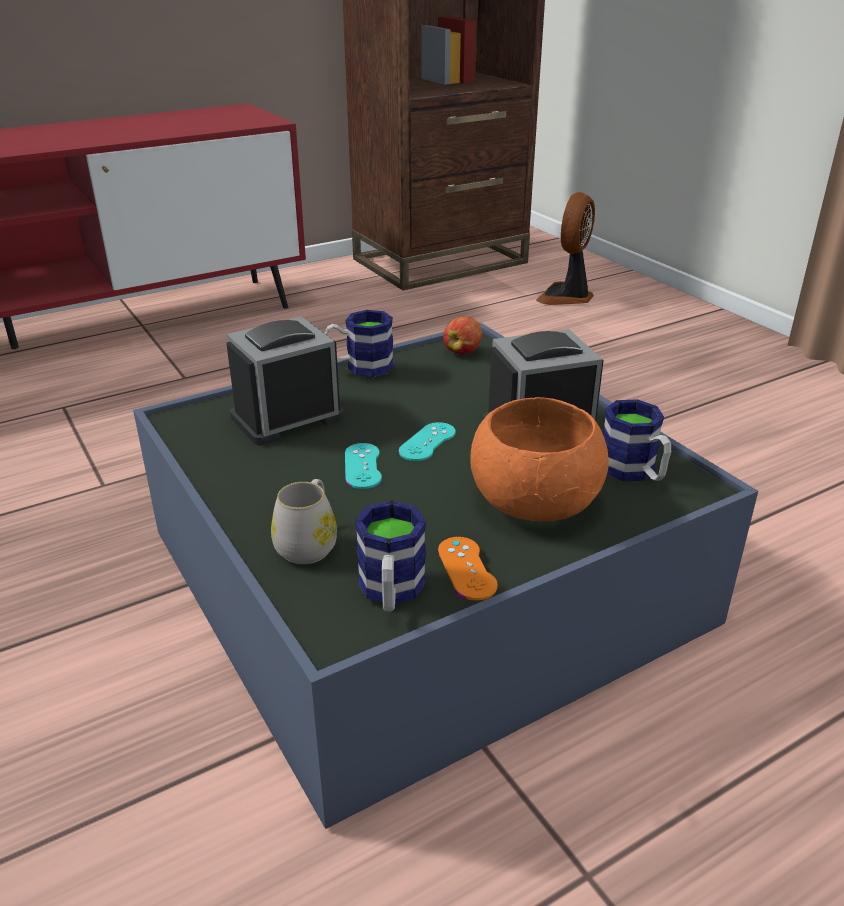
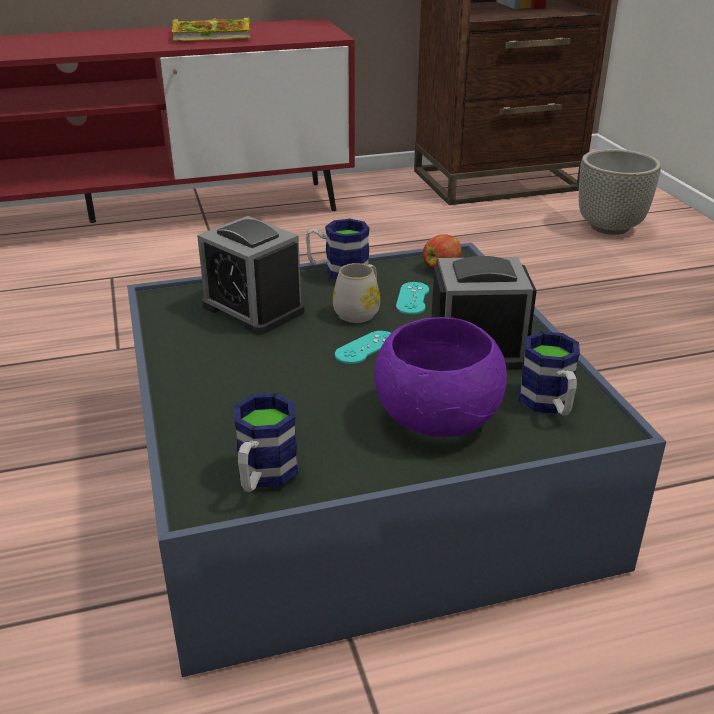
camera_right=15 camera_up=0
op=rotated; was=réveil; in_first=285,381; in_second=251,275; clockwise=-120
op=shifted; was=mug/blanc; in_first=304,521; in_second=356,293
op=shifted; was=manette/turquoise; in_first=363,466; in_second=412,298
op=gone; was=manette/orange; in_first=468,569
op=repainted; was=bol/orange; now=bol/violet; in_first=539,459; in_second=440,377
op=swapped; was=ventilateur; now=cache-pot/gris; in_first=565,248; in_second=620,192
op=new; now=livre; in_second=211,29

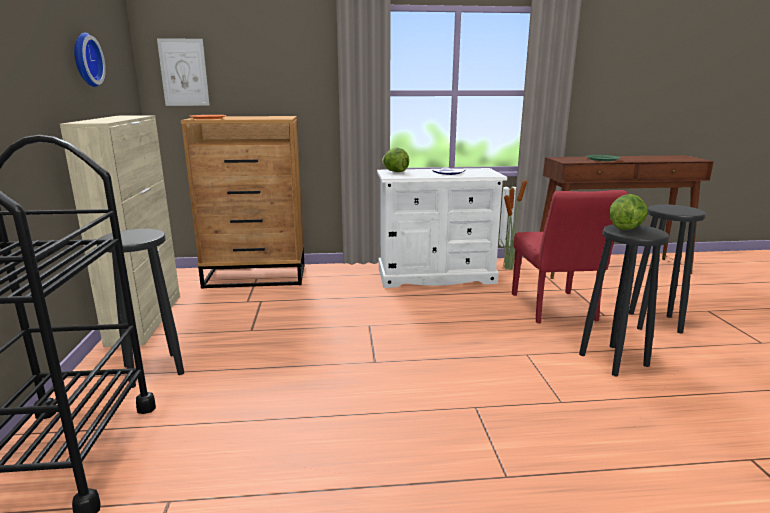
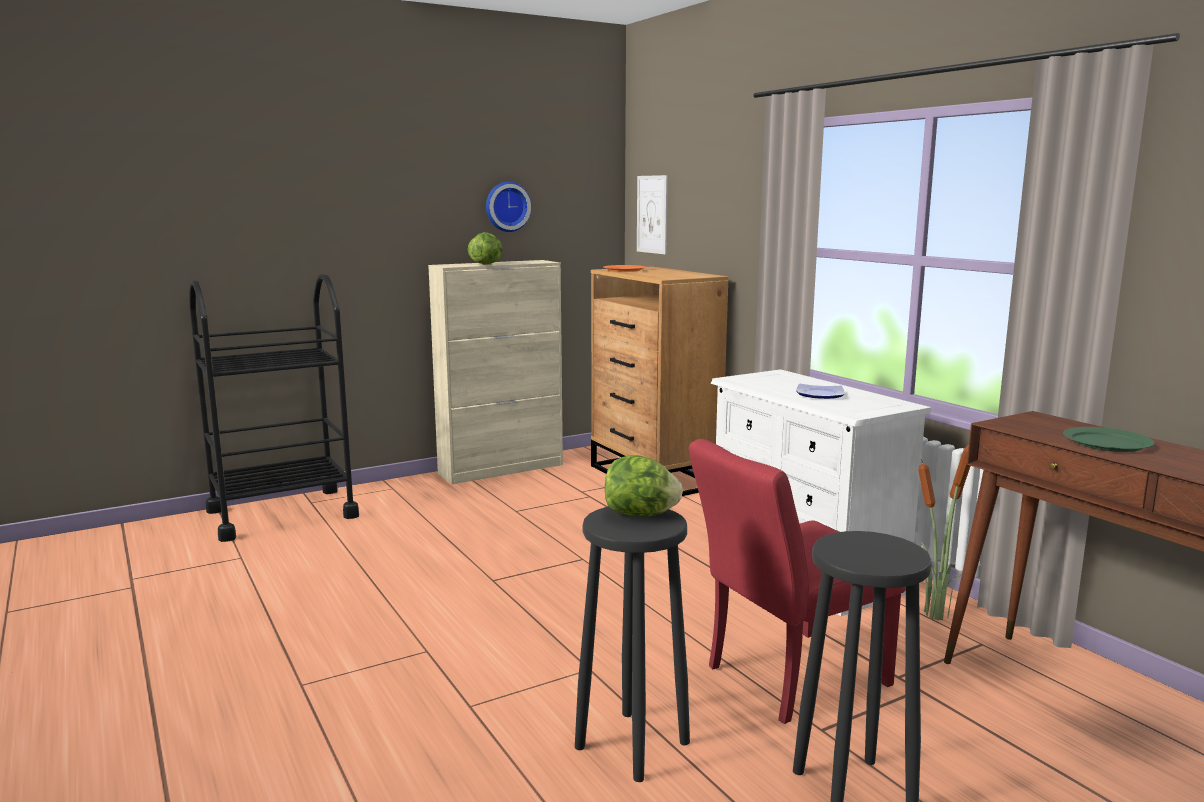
camera_right=65 camera_up=-5
op=gone; was=tabouret/noir; in_first=140,308
op=shifted; was=laitue; in_first=395,160; in_second=485,248

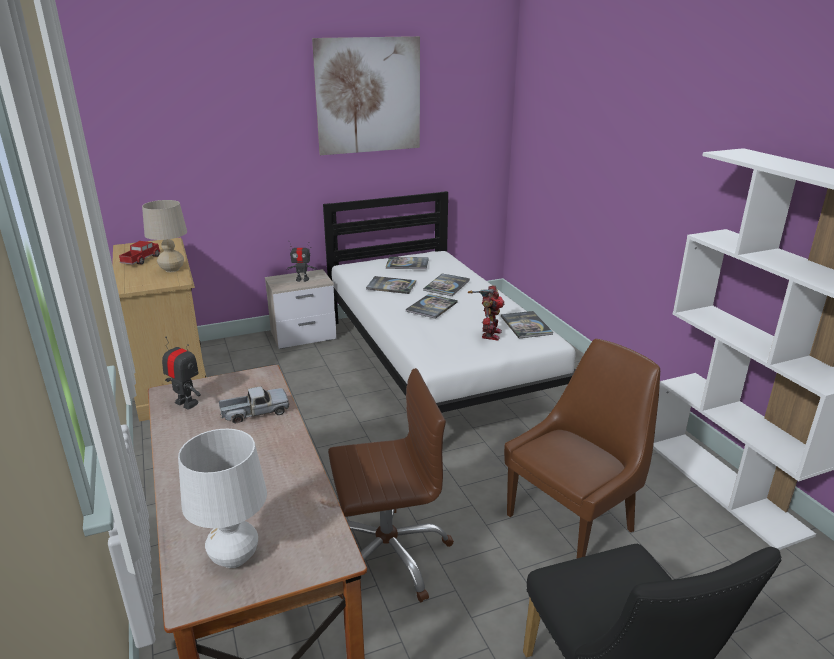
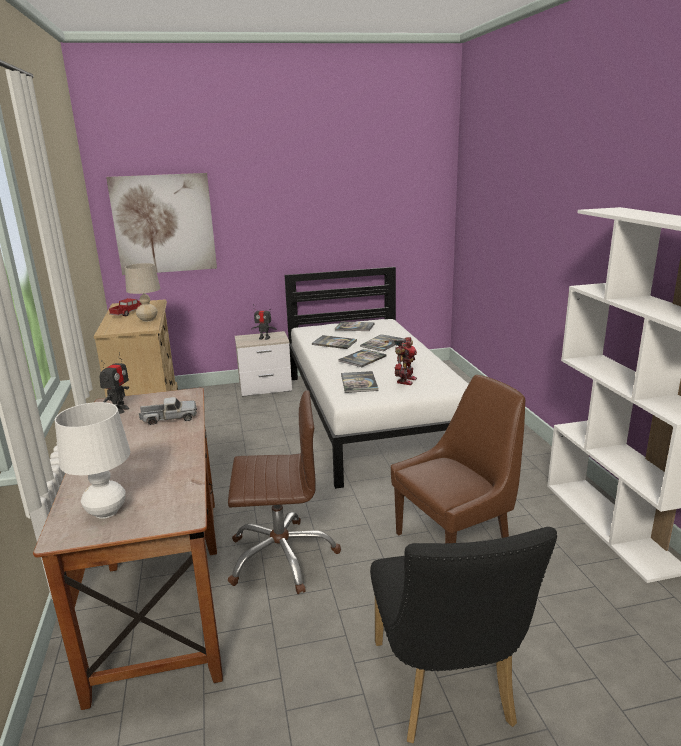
camera_right=10 camera_up=-5
op=rotated; was=robot jouet; in_first=181,373; in_second=114,383; clockwise=60
op=shifted; was=tableau; in_first=366,95; in_second=161,224
op=shifted; was=livre; in_first=527,325; in_second=360,382

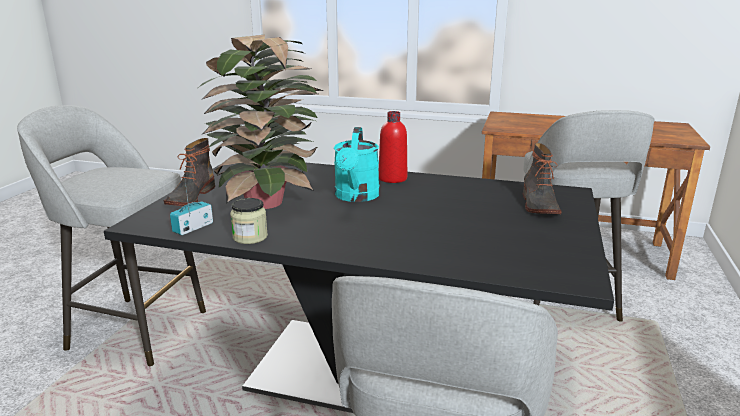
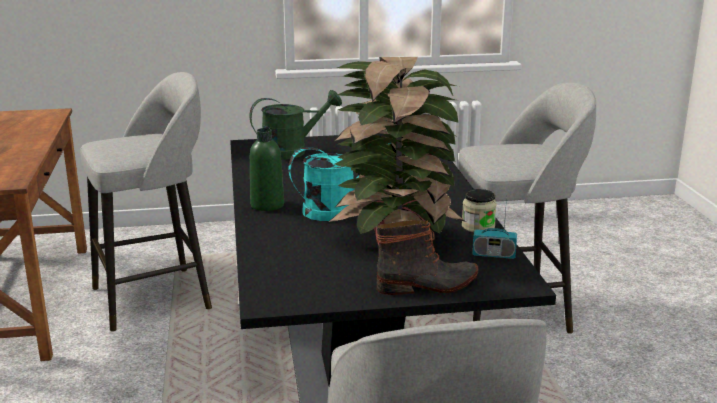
camera_right=-115 camera_up=0
op=repainted; was=bouteille/rouge; now=bouteille/vert; in_first=393,147; in_second=267,169
op=swapped; was=botte; now=arrosoir/vert; in_first=542,178; in_second=296,124

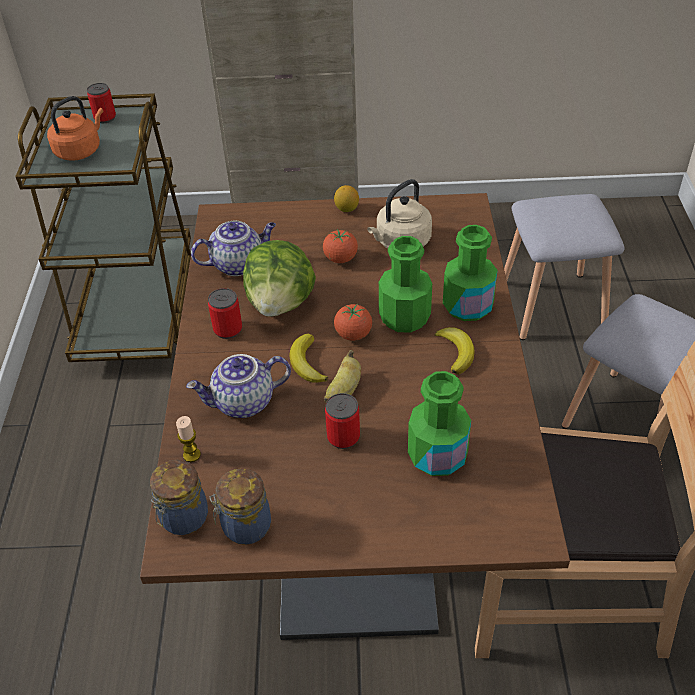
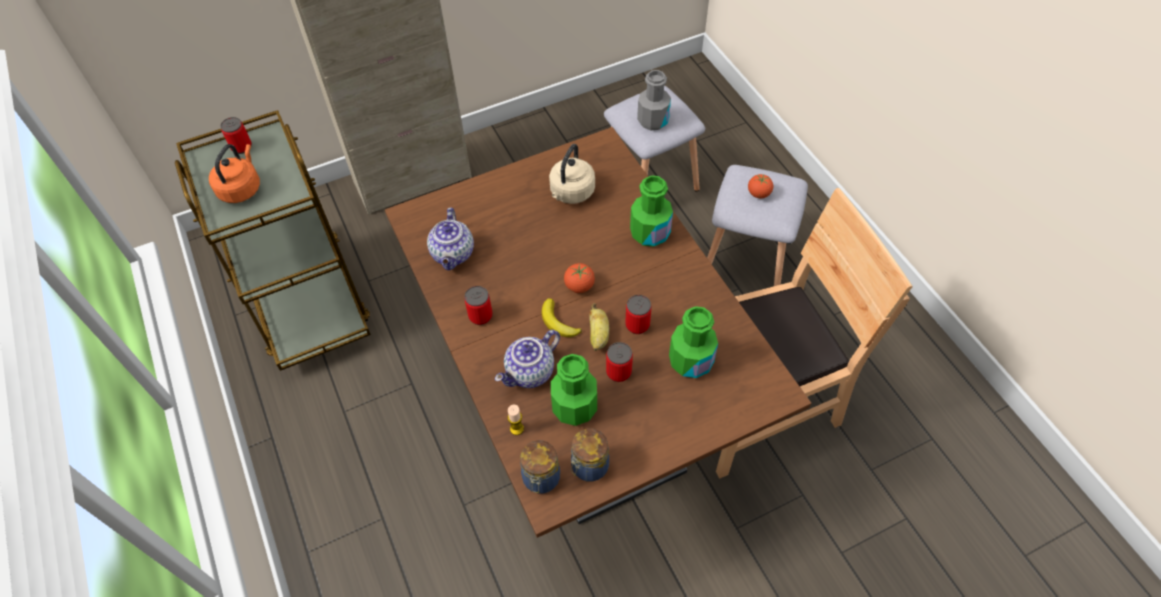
camera_right=-25 camera_up=10
op=rotated; was=théière; in_first=233,248; in_second=450,239; clockwise=135
op=gone; was=laitue; in_first=279,278
op=shifted; was=tomate; in_first=340,246; in_second=760,186
op=gone; was=citron; in_first=346,198
op=shifted; was=bouteille/vert; in_first=405,284; in_second=574,390
op=gone; was=banane; in_first=455,350
op=new; now=boîte métallique; in_second=638,314
op=new; now=bouteille/gris; in_second=654,100

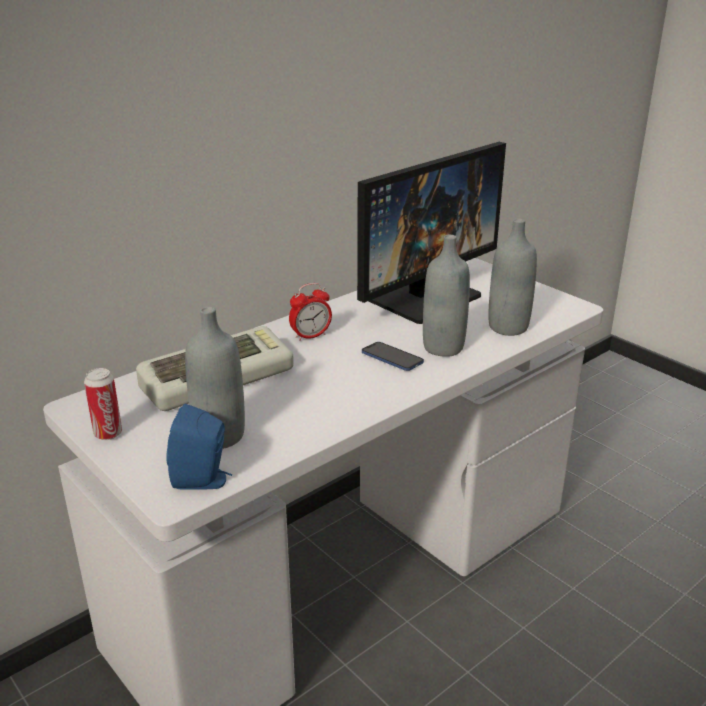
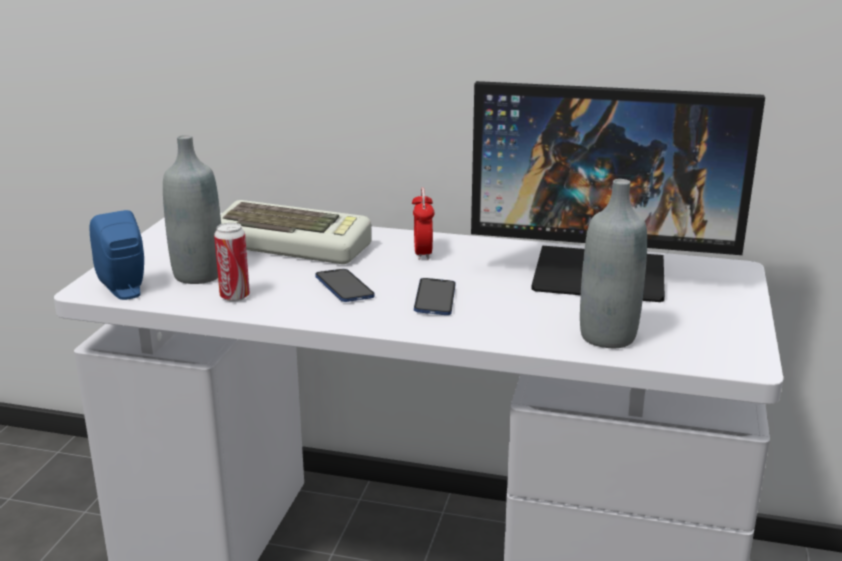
camera_right=55 camera_up=-5
op=shifted; was=boîte métallique; in_first=103,404; in_second=232,262
op=rotated; was=réveil; in_first=310,312; in_second=423,224; clockwise=60
op=gone; was=bouteille/gris; in_first=446,296
op=new; now=téléphone; in_second=345,285

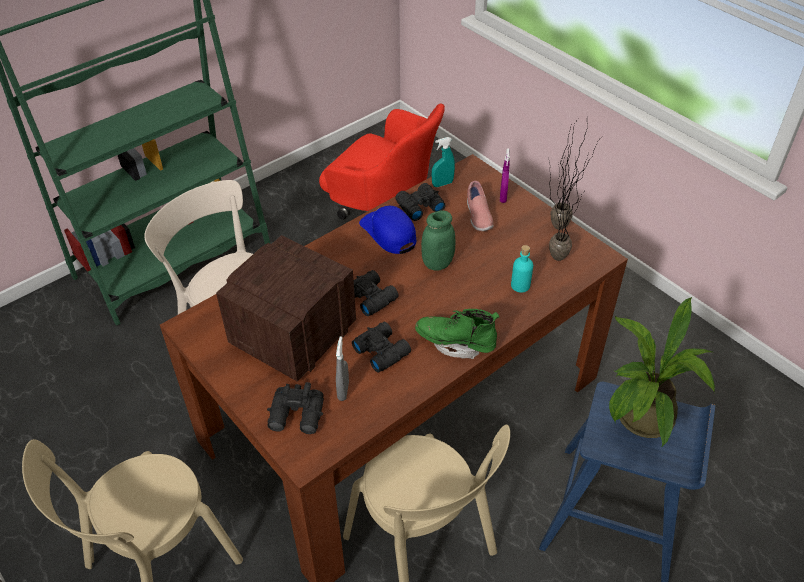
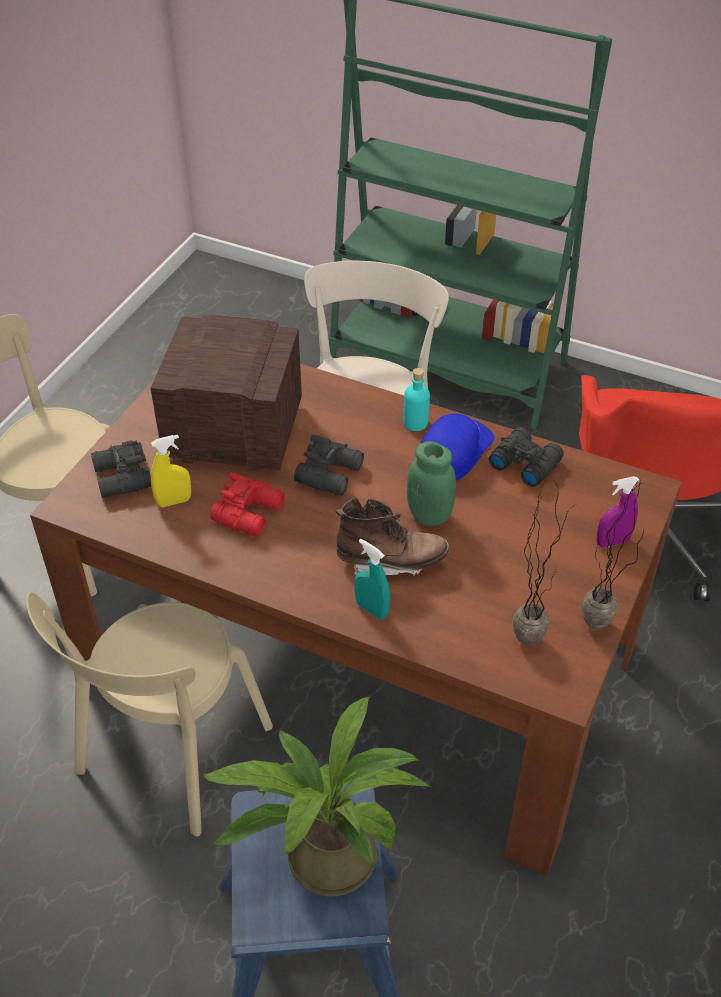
camera_right=65 camera_up=0
op=repainted; was=vaporisateur/gris; now=vaporisateur/jaune; in_first=342,368; in_second=171,471
op=repainted; was=jumelles/noir; now=jumelles/rouge; in_first=381,347; in_second=247,504
op=gone; was=botte/vert; in_first=457,334
op=shifted; was=vaporisateur/turquoise; in_first=443,162; in_second=372,579
op=gone; was=chaussure/rose; in_first=480,206
op=shifted; was=bouteille/turquoise; in_first=522,269; in_second=416,399
op=new; now=botte/marron; in_second=392,537

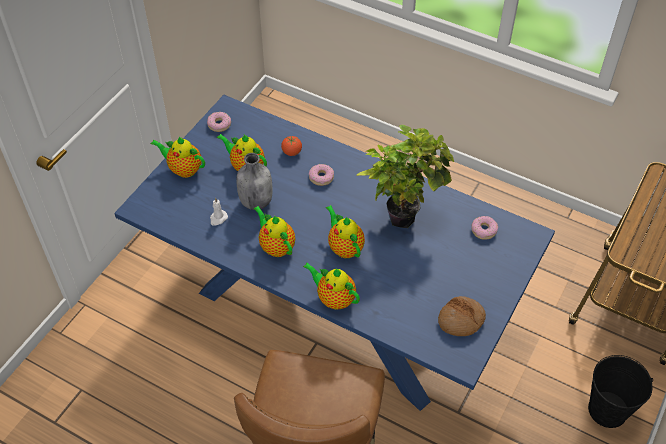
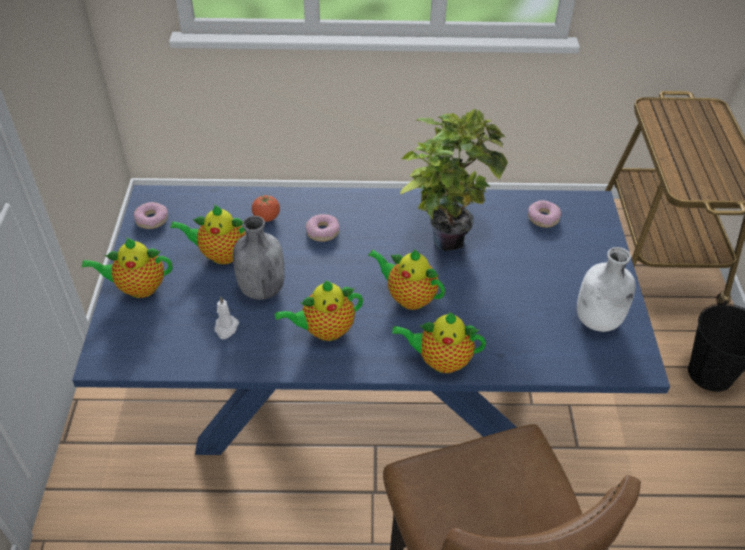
camera_right=-30 camera_up=-5
op=rotated; was=théière; in_first=274,231; in_second=319,311; clockwise=-45
op=swapped; was=pain; now=bouteille/blanc; in_first=462,316; in_second=606,289

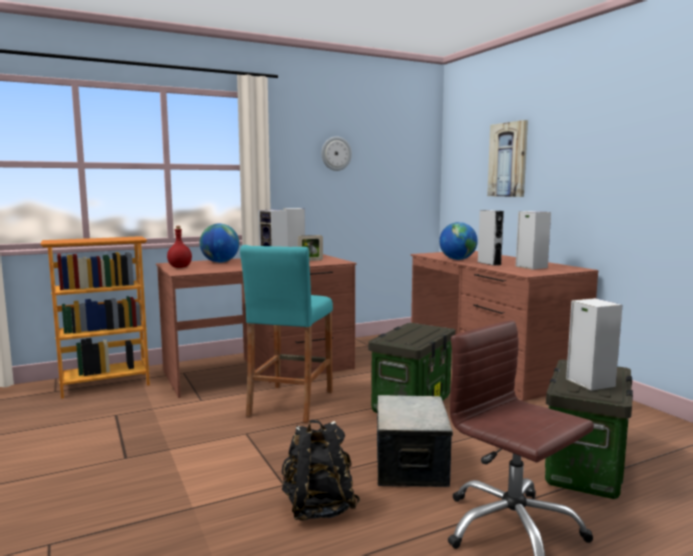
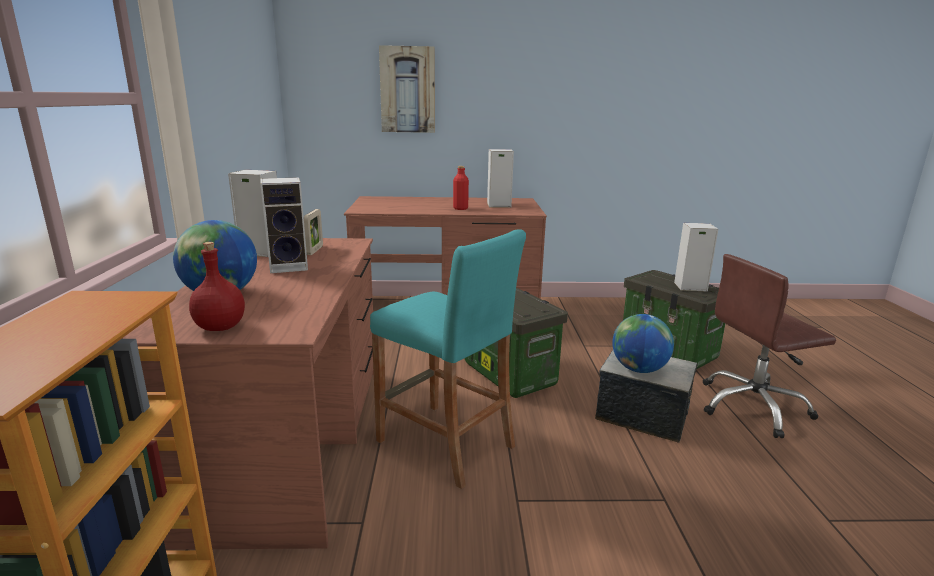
camera_right=-65 camera_up=10
op=gone; was=sac à dos/noir; in_first=321,470
op=gone; was=horloge murale; in_first=336,154
op=shifted; was=globe; in_first=458,241; in_second=643,343
op=swapped; was=enceinte/gris; now=bouteille/rouge; in_first=491,238; in_second=461,188

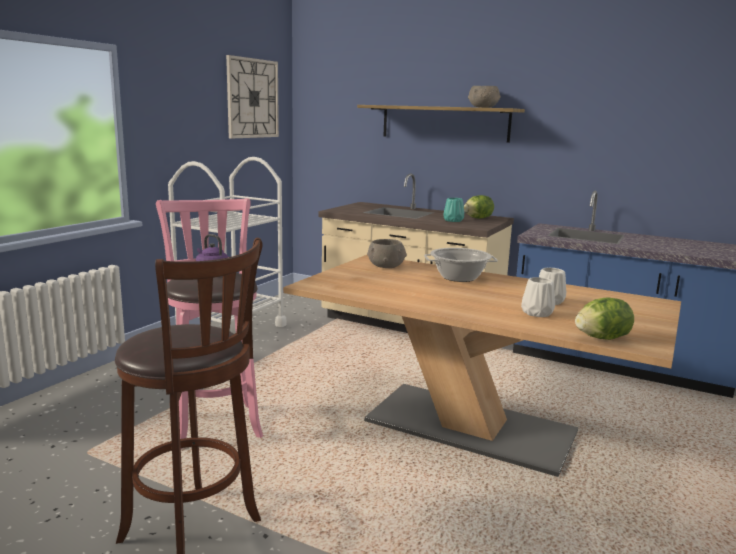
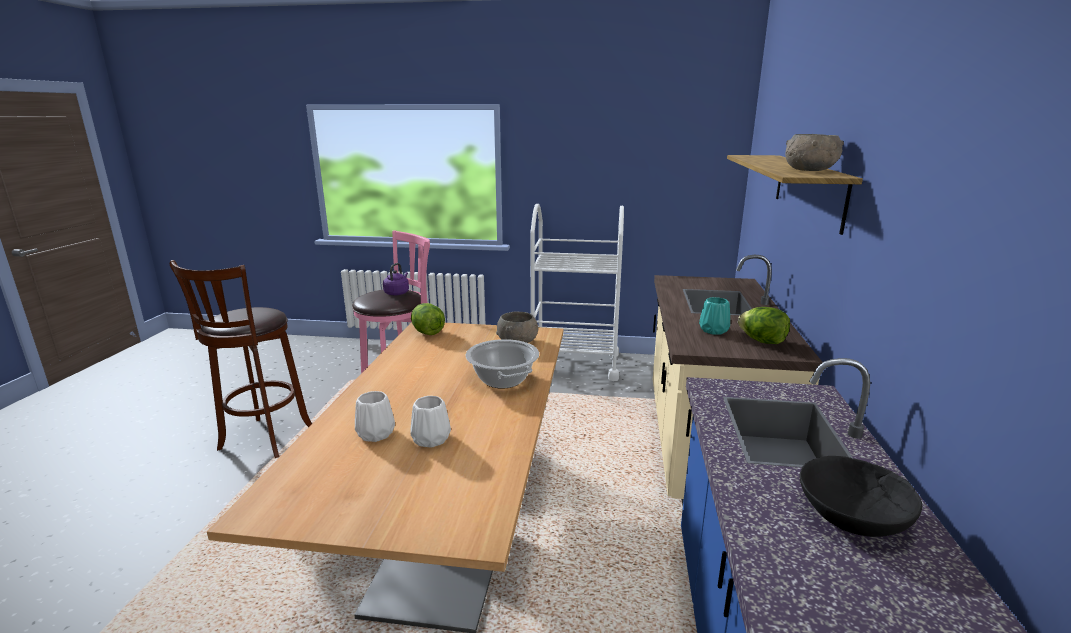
camera_right=70 camera_up=5
op=gone; was=horloge murale; in_first=252,97
op=shifted; was=laitue; in_first=604,318; in_second=428,319
op=new; now=bol/noir; in_second=861,496

